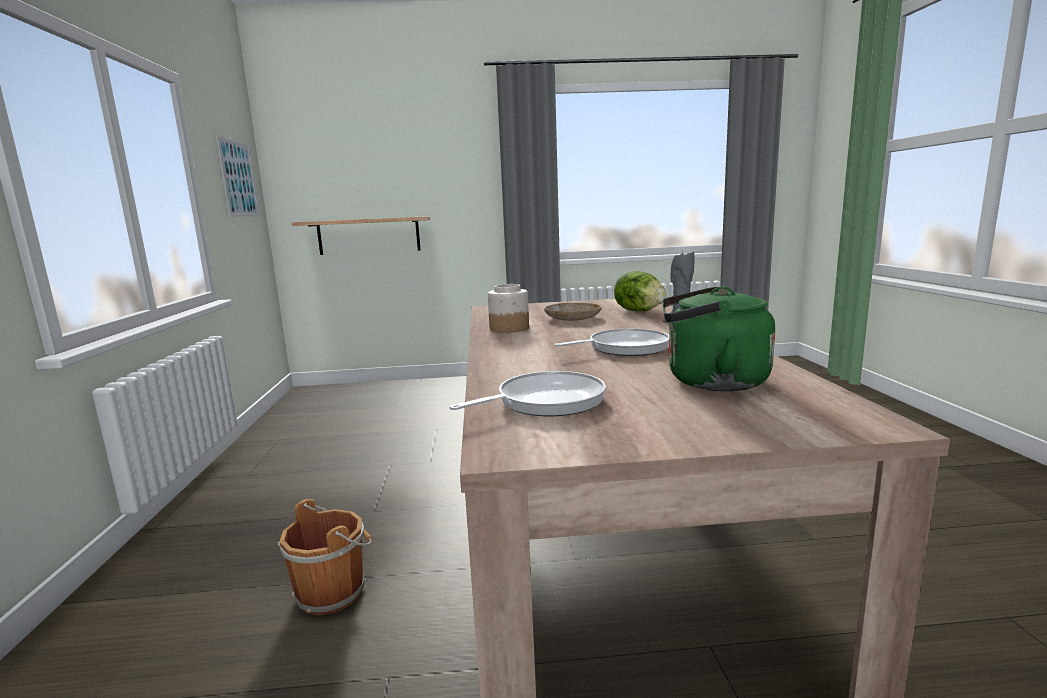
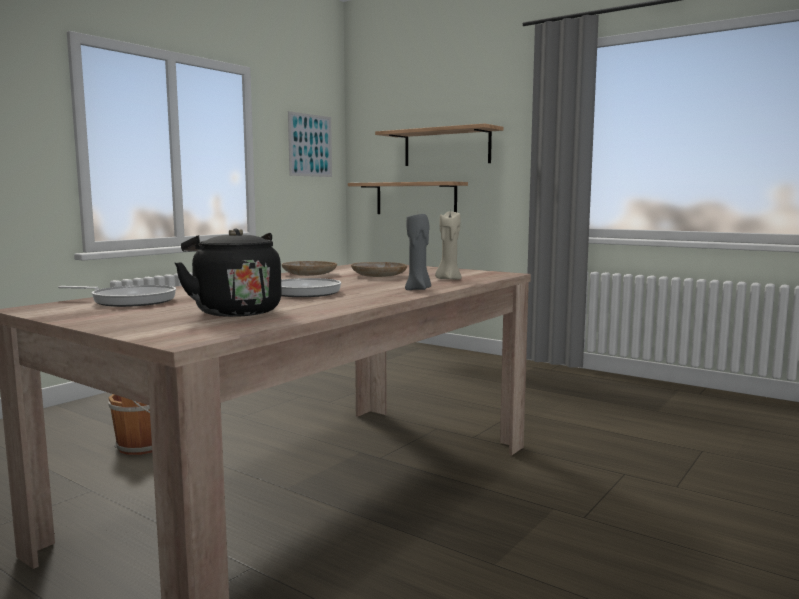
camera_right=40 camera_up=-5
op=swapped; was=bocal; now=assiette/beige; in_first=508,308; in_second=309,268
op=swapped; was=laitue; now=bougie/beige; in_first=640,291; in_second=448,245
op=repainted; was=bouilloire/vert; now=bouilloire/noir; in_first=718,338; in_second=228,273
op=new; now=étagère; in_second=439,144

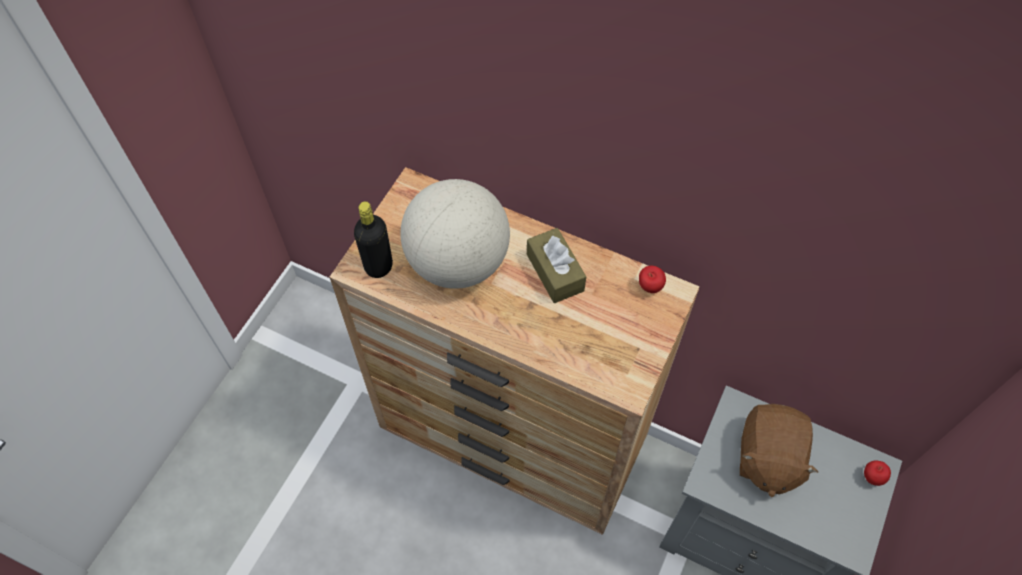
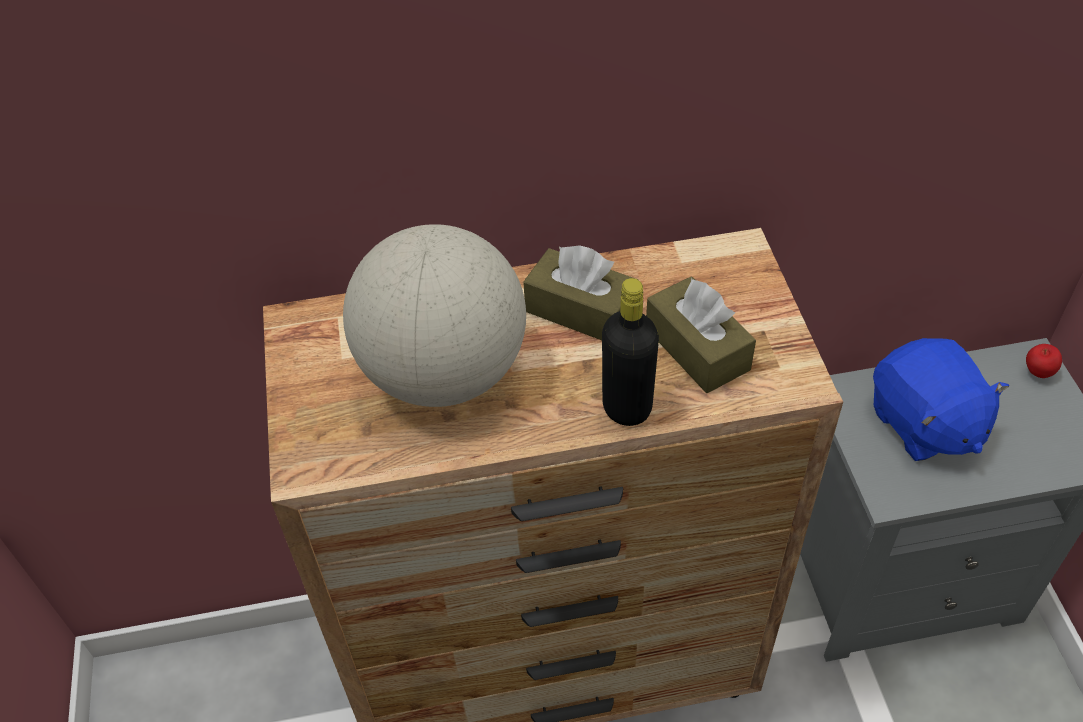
camera_right=-35 camera_up=-10
op=shifted; was=bouteille/noir; in_first=373,239; in_second=630,352
op=gone; was=pomme; in_first=652,279
op=repainted; was=peluche/marron; now=peluche/bleu; in_first=779,450; in_second=941,399
op=new; now=boîte à mouchoirs/marron; in_second=701,334

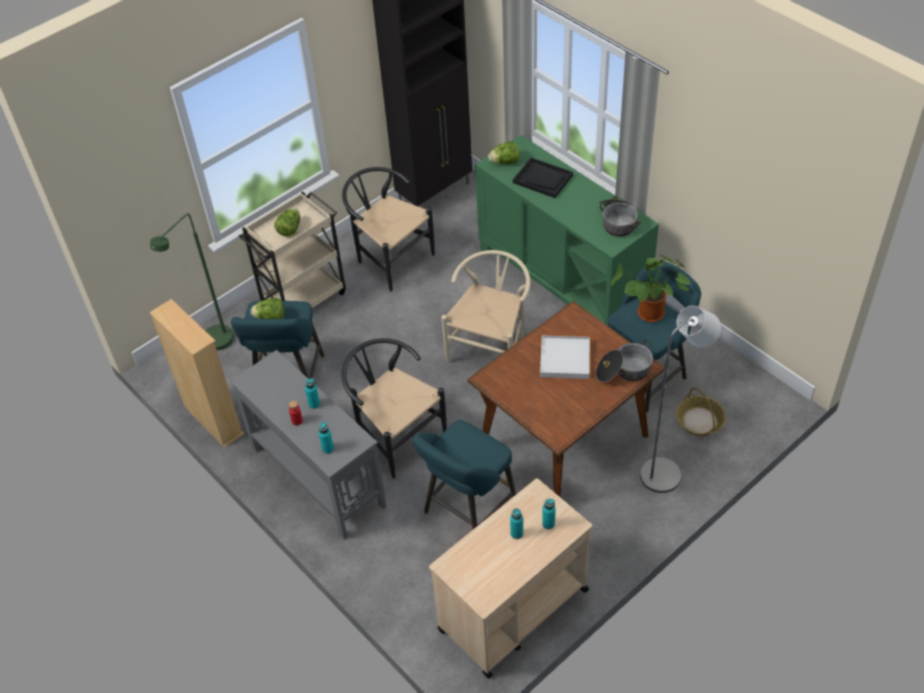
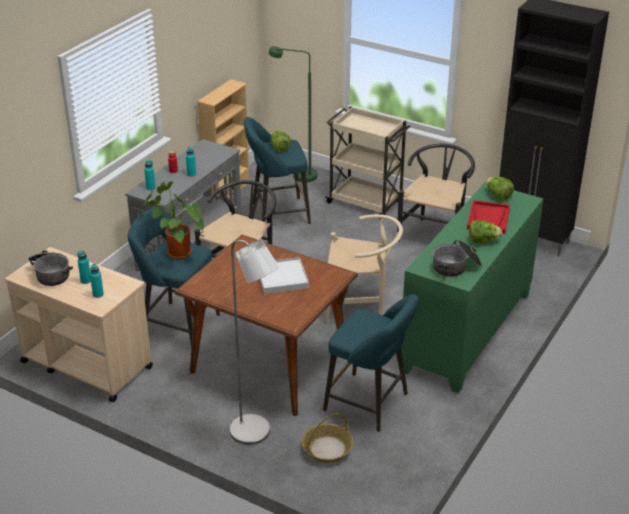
camera_right=70 camera_up=-15
op=shifted; was=laitue; in_first=287,222; in_second=485,231
op=repainted; was=plateau/noir; now=plateau/rouge; in_first=543,178; in_second=488,217
op=shifted; was=marmite; in_first=624,361; in_second=50,268
op=shifted; was=plante en pot; in_first=651,288; in_second=173,220

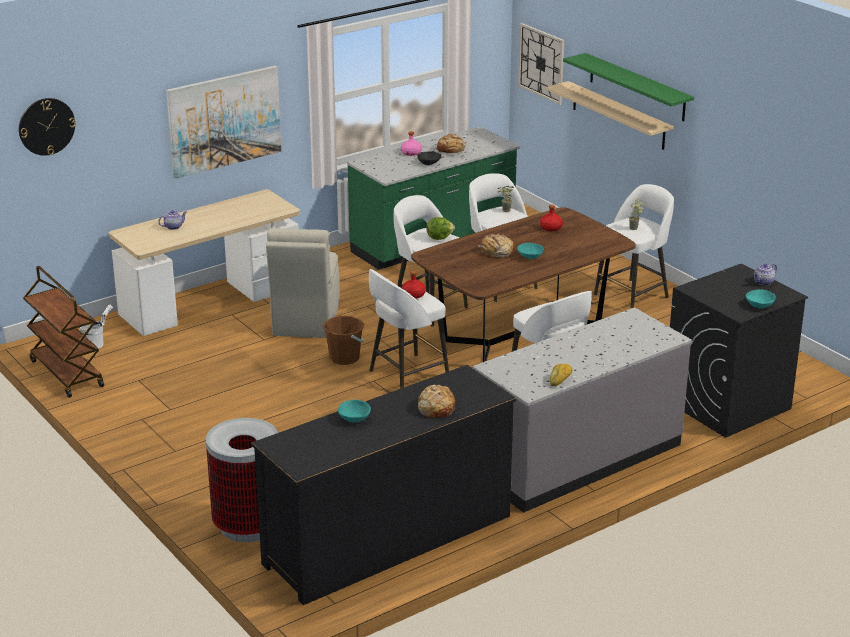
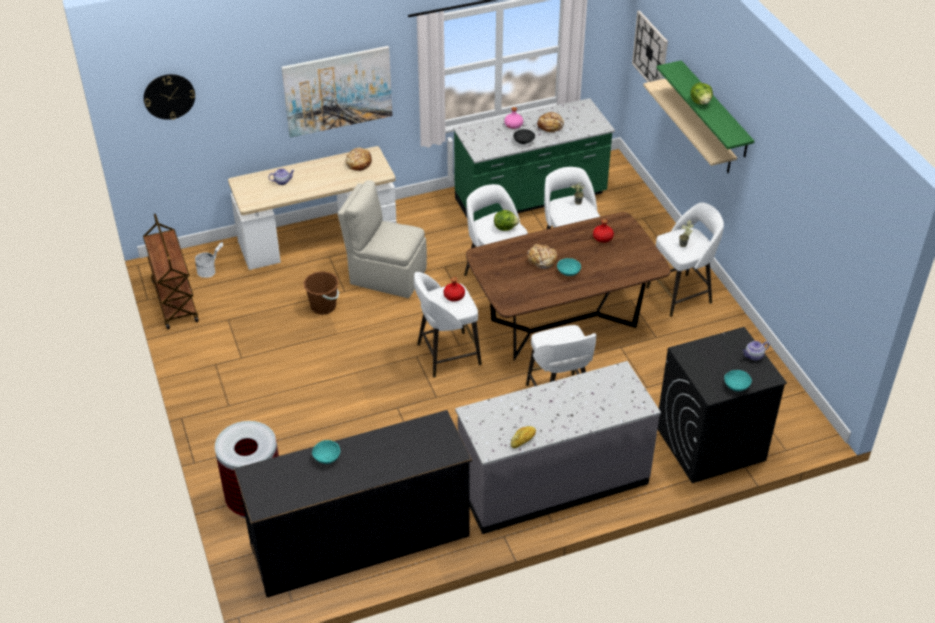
camera_right=15 camera_up=15
op=rotated; was=chaise/beige; in_first=303,283; in_second=382,239; clockwise=90
op=shifted; was=seau/marron; in_first=344,340; in_second=321,293
op=shifted; was=pain; in_first=436,401; in_second=359,159
op=new; now=laitue; in_second=702,94

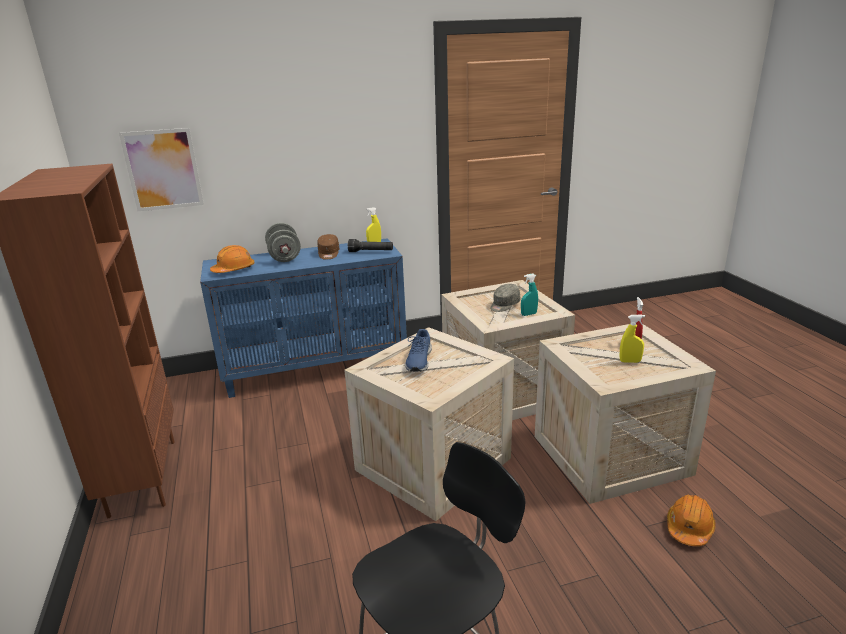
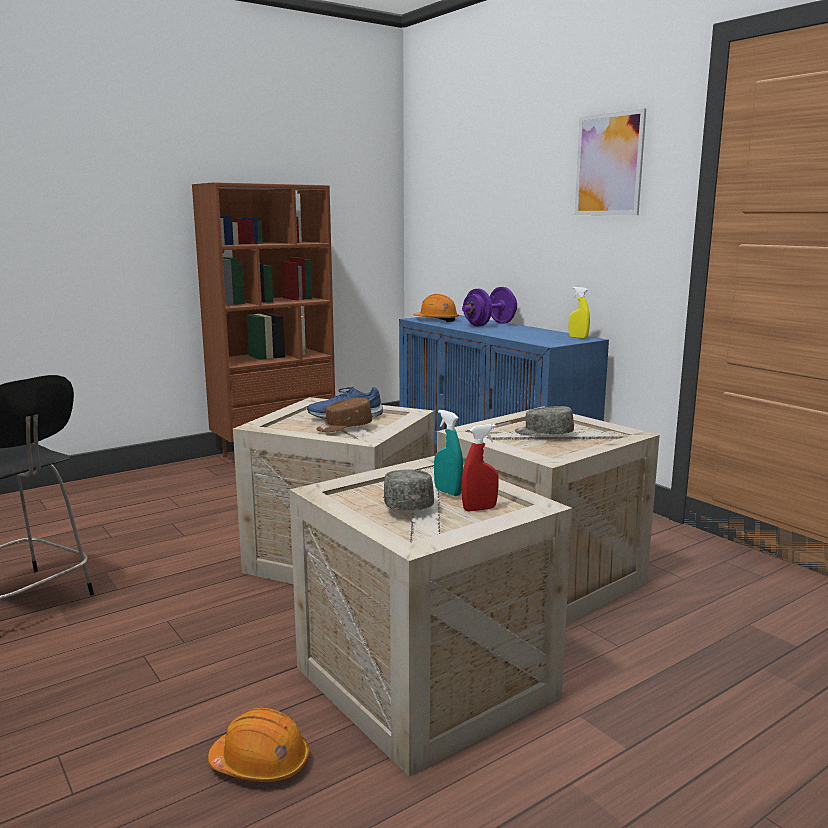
camera_right=70 camera_up=-10
op=shifted; was=tableau; in_first=161,169; in_second=610,161
op=repainted; was=haltère/gris; now=haltère/violet; in_first=283,242; in_second=489,306
op=shifted; was=casquette/marron; in_first=329,247; in_second=344,415
op=gone; was=lampe de poche/noir; in_first=370,245
op=shifted; was=vaporisateur/turquoise; in_first=529,295; in_second=448,453
op=swapped; was=vaporisateur/jaune; now=casquette/gris; in_first=632,339; in_second=408,490

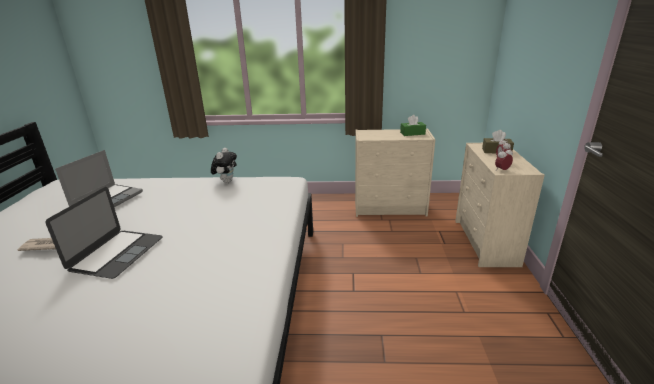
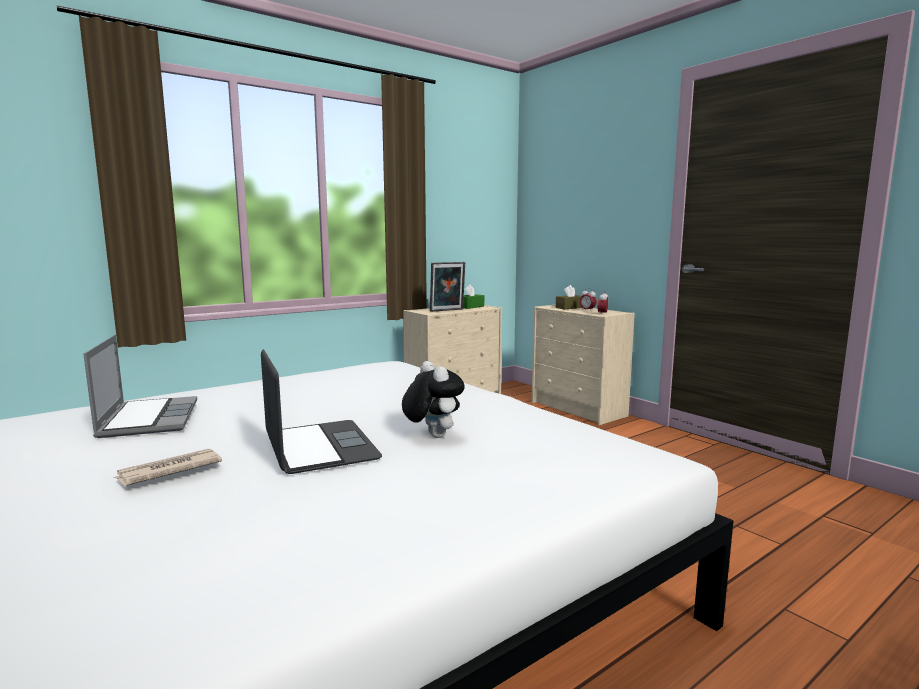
camera_right=-40 camera_up=-15
op=shifted; was=peluche; in_first=224,165; in_second=433,399
op=new; now=cadre photo; in_second=447,287

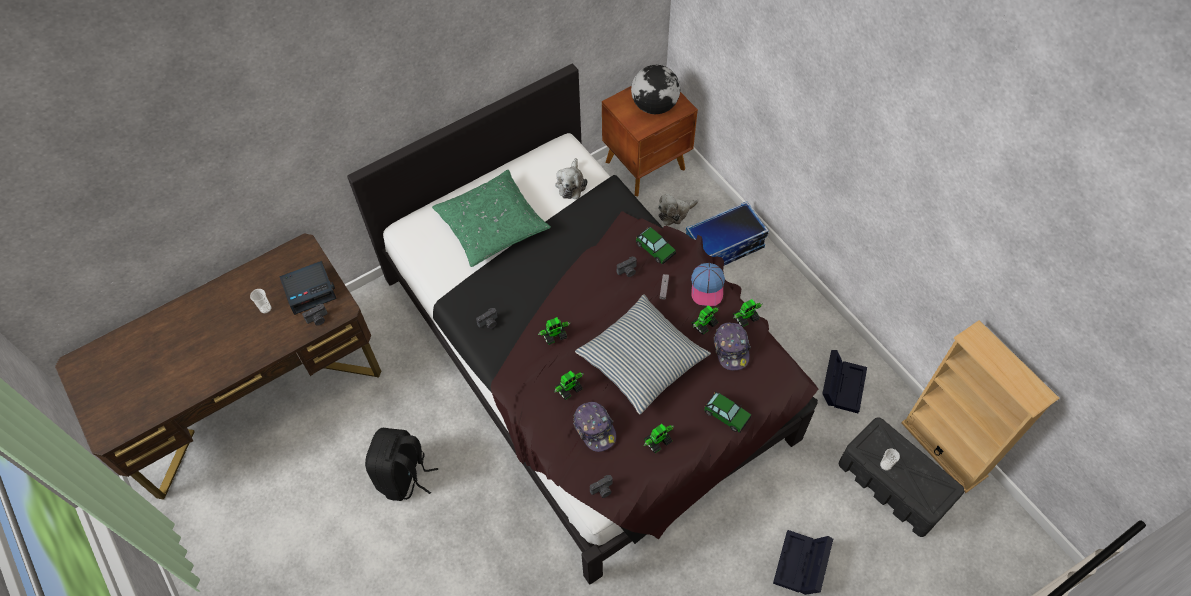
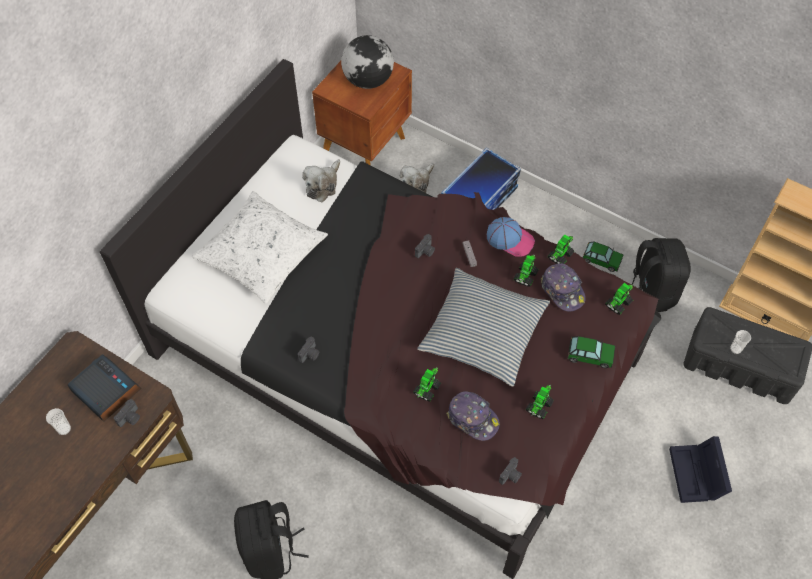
camera_right=-25 camera_up=0
op=rotated; was=réveil; in_first=308,288; in_second=104,388; clockwise=-90
op=repainted; was=coussin/vert; now=coussin/blanc; in_first=491,218; in_second=260,247
op=shifted; was=robot jouet; in_first=554,331; in_second=619,299
op=rotated; was=peluche; in_first=571,178; in_second=321,180; clockwise=45
op=shifted; was=petite voiture; in_first=656,246; in_second=603,257
op=rotated; was=casquette; in_first=708,284; in_second=511,237; clockwise=-45
op=swapped; was=boîte de rangement/noir; now=sac à dos/noir; in_first=844,381; in_second=661,275

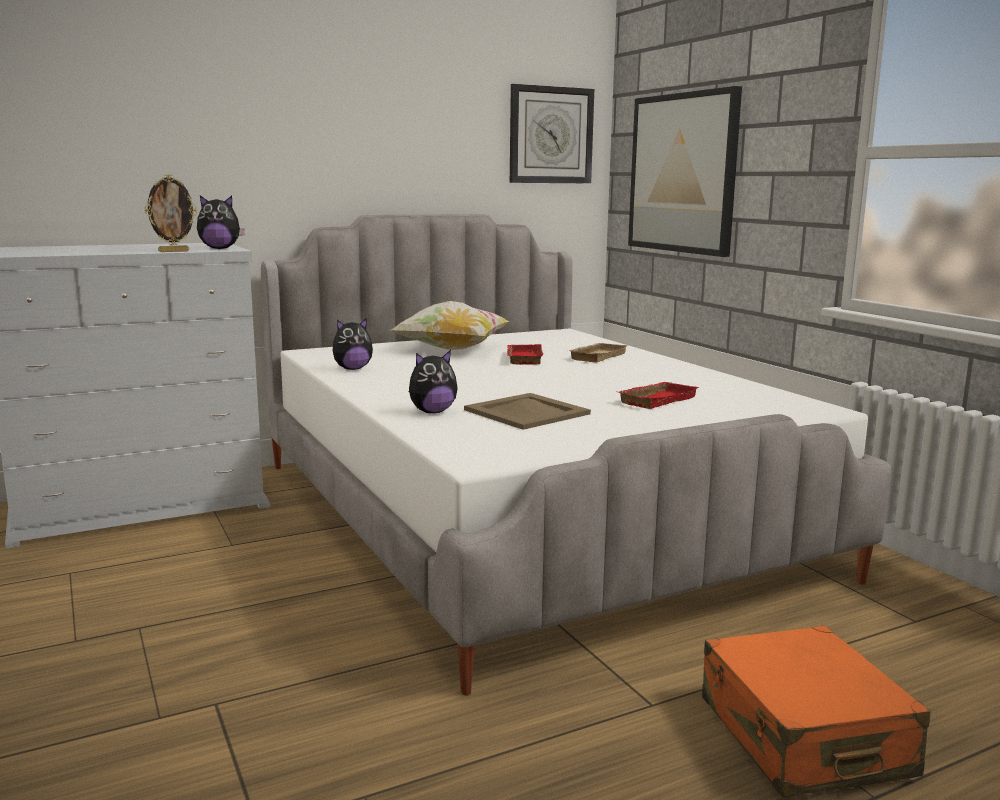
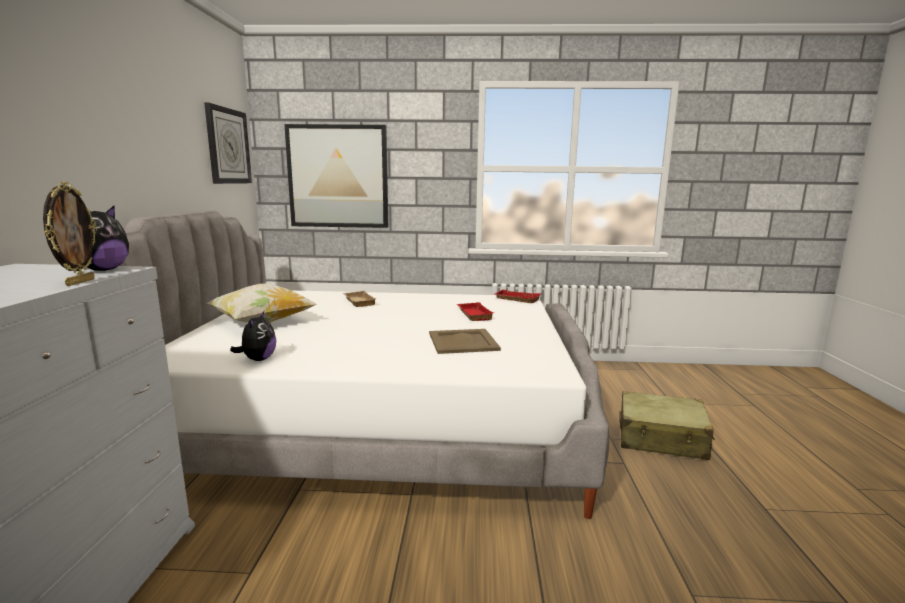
camera_right=-60 camera_up=0
op=gone; was=peluche; in_first=433,381
op=shifted; was=plateau/rouge; in_first=525,354; in_second=518,296
op=repainted; was=valise/orange; now=valise/beige; in_first=816,711; in_second=667,425

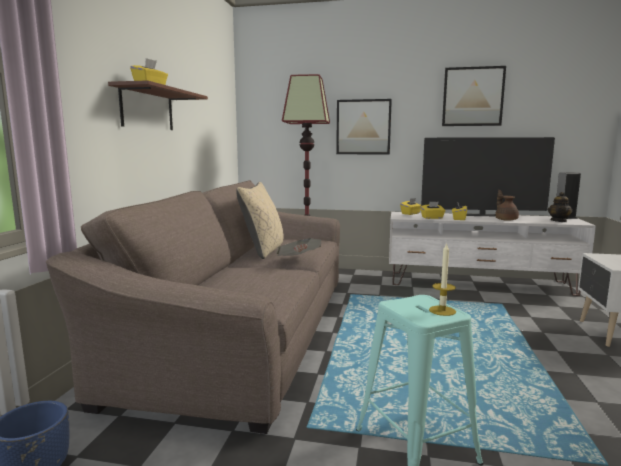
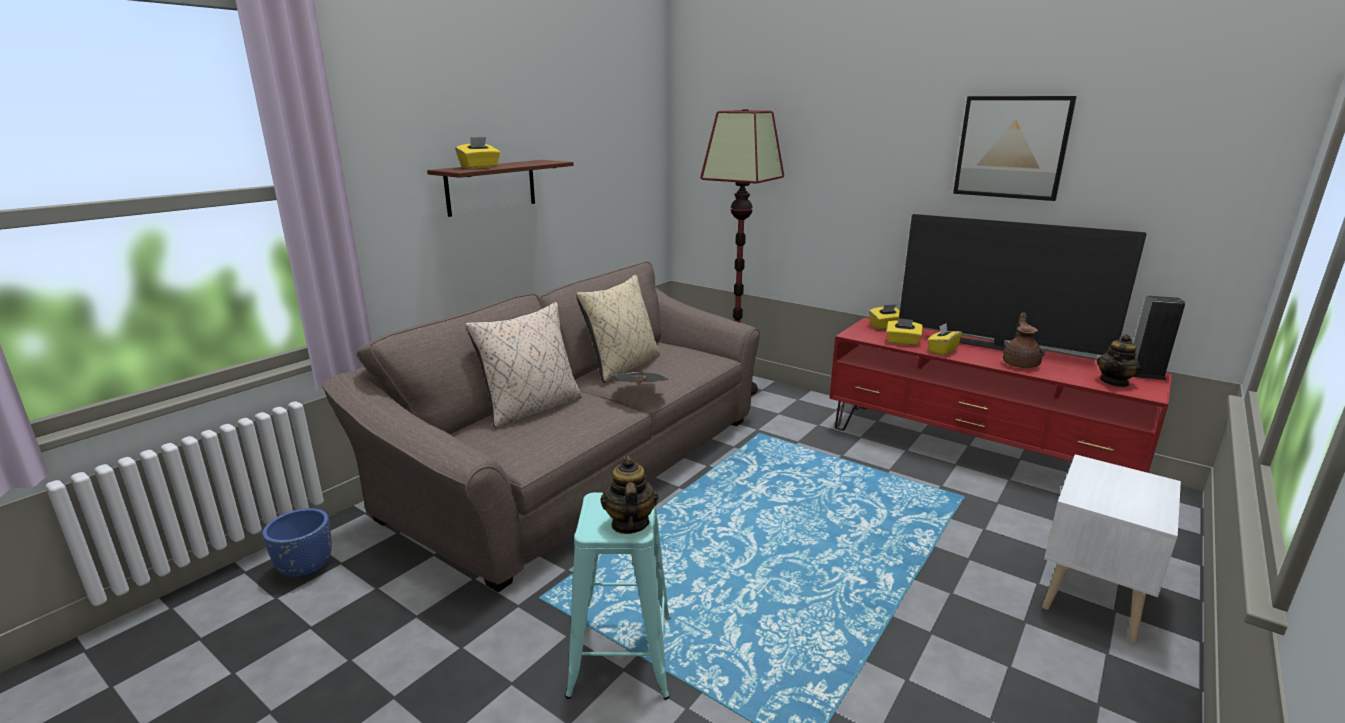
camera_right=25 camera_up=10
op=gone; was=tableau; in_first=364,126
op=repainted; was=meuble télé/blanc; now=meuble télé/rouge; in_first=492,254; in_second=1000,395
op=swapped; was=bougie; now=théière; in_first=442,279; in_second=629,495
op=new; now=coussin/beige; in_second=523,365

